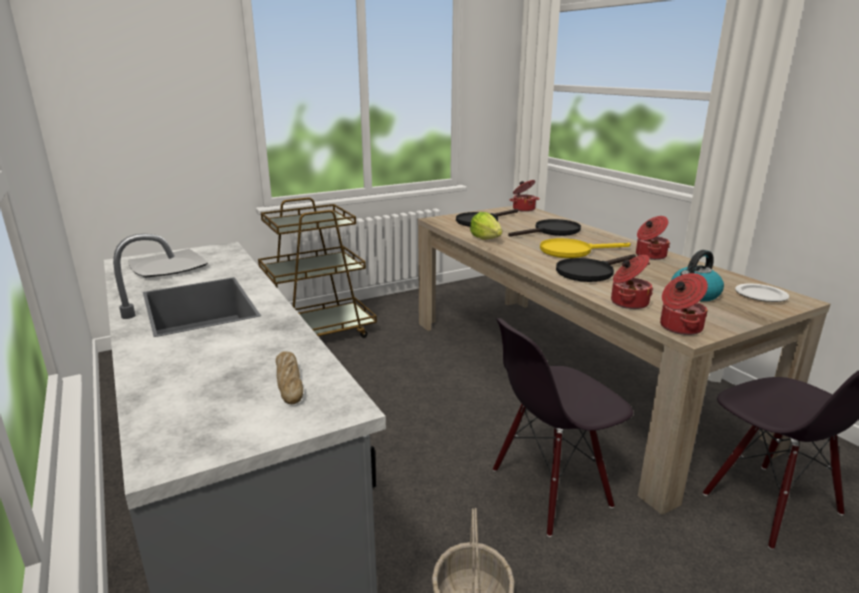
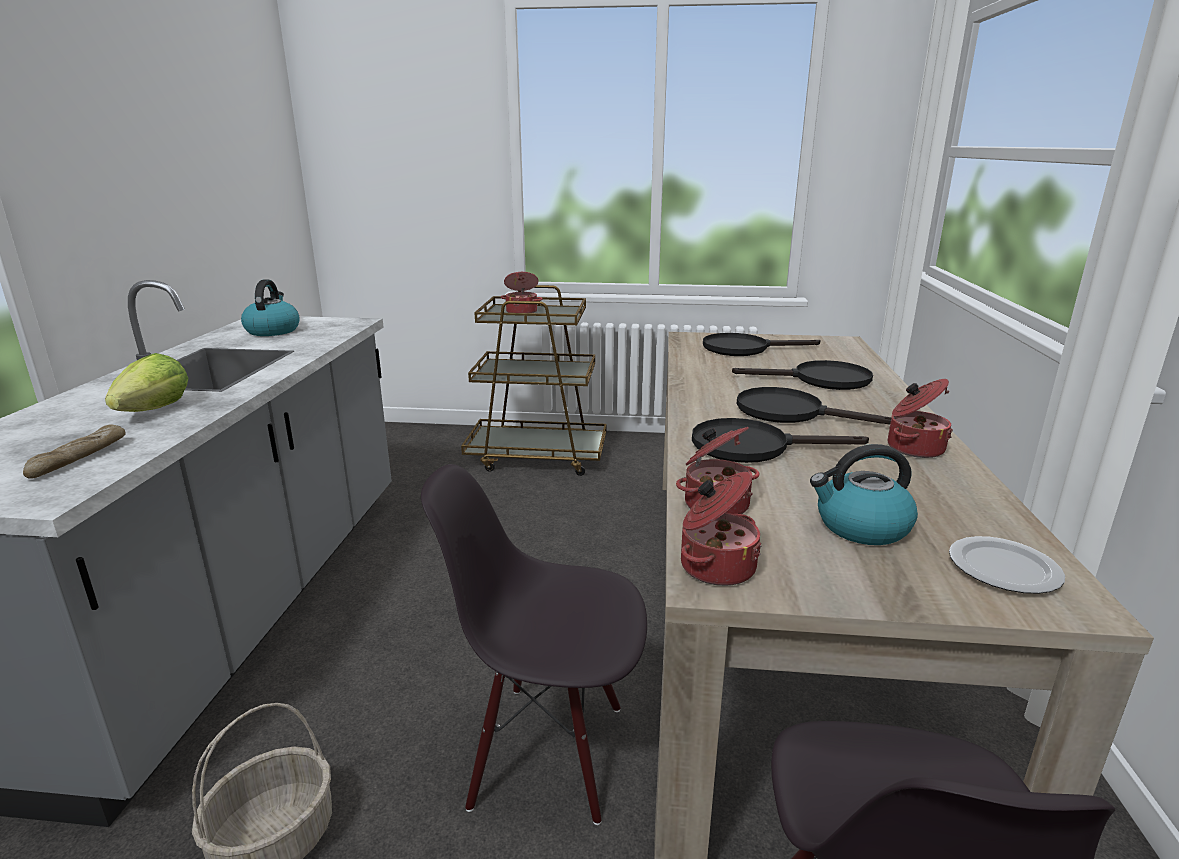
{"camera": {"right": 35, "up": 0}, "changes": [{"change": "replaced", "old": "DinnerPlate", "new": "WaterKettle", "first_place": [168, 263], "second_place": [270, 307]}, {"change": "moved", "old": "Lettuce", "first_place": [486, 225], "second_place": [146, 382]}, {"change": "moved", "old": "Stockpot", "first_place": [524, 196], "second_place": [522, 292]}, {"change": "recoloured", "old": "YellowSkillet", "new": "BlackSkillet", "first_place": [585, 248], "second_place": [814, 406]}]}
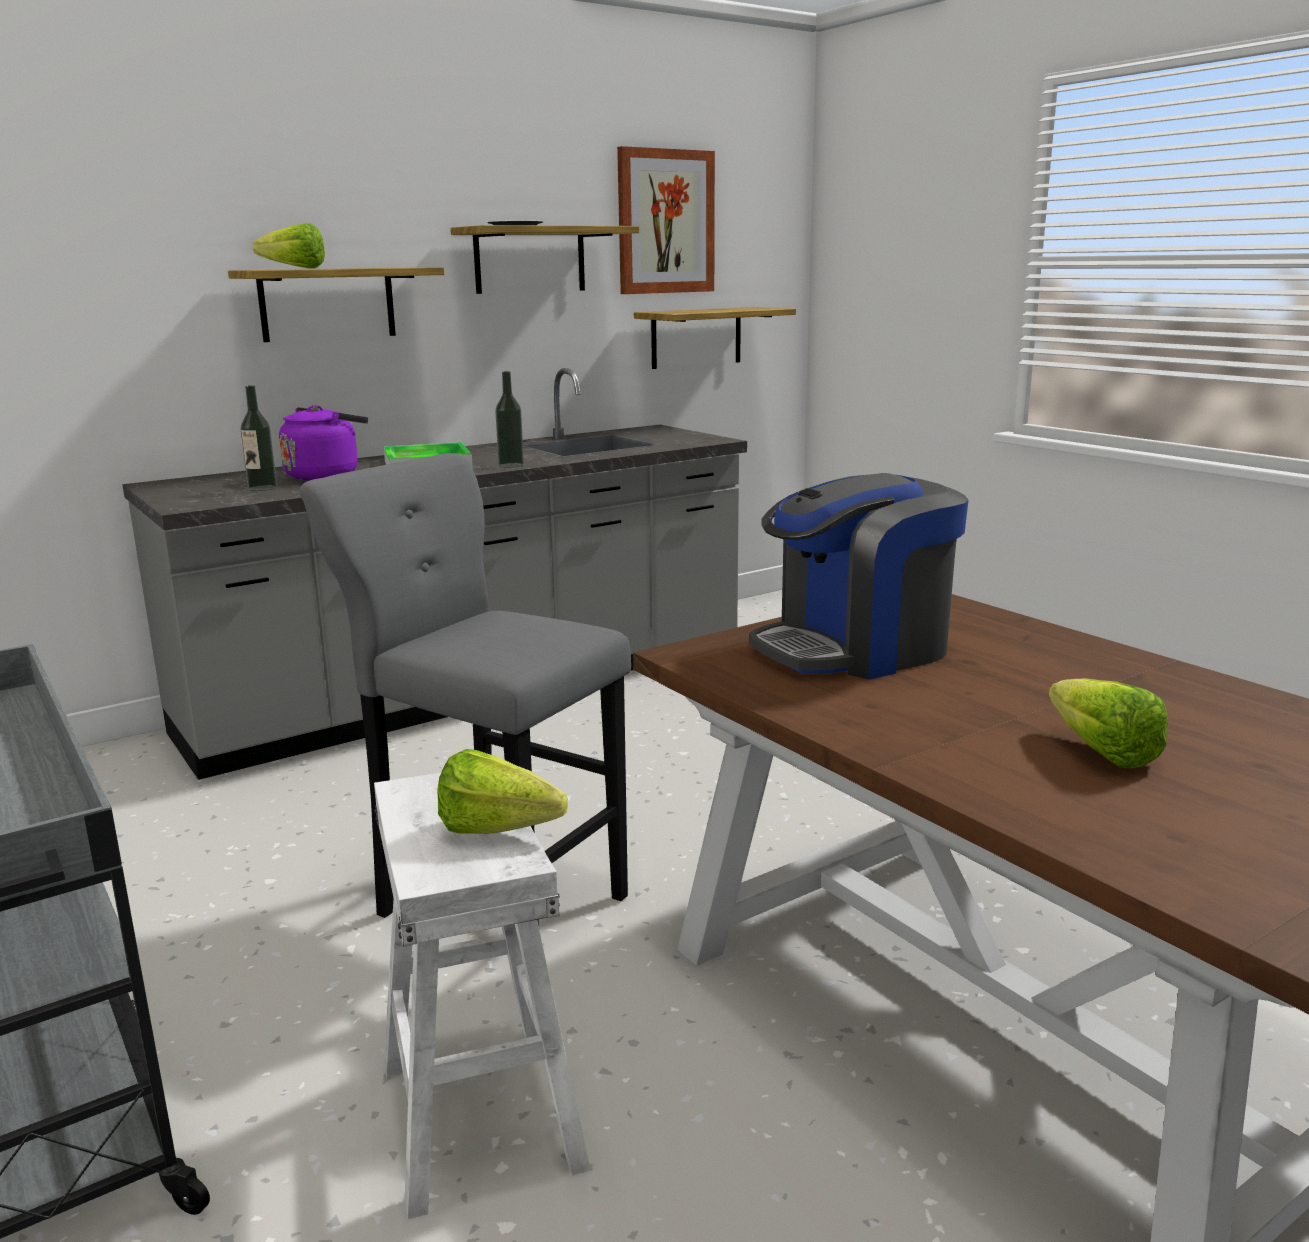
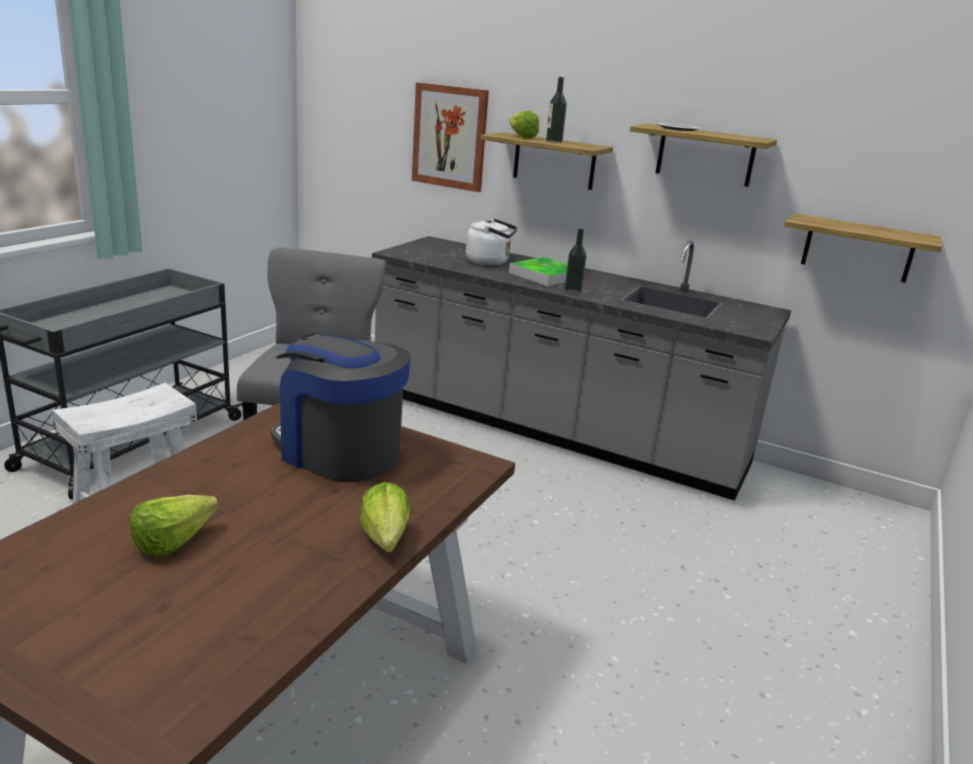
{"camera": {"right": 60, "up": 5}, "changes": [{"change": "moved", "old": "DrinkBottle", "first_place": [259, 438], "second_place": [556, 110]}, {"change": "recoloured", "old": "PurpleWaterKettle", "new": "WhitishWaterKettle", "first_place": [323, 443], "second_place": [491, 242]}, {"change": "moved", "old": "Lettuce", "first_place": [502, 791], "second_place": [384, 517]}, {"change": "moved", "old": "WallArt", "first_place": [666, 220], "second_place": [450, 137]}]}
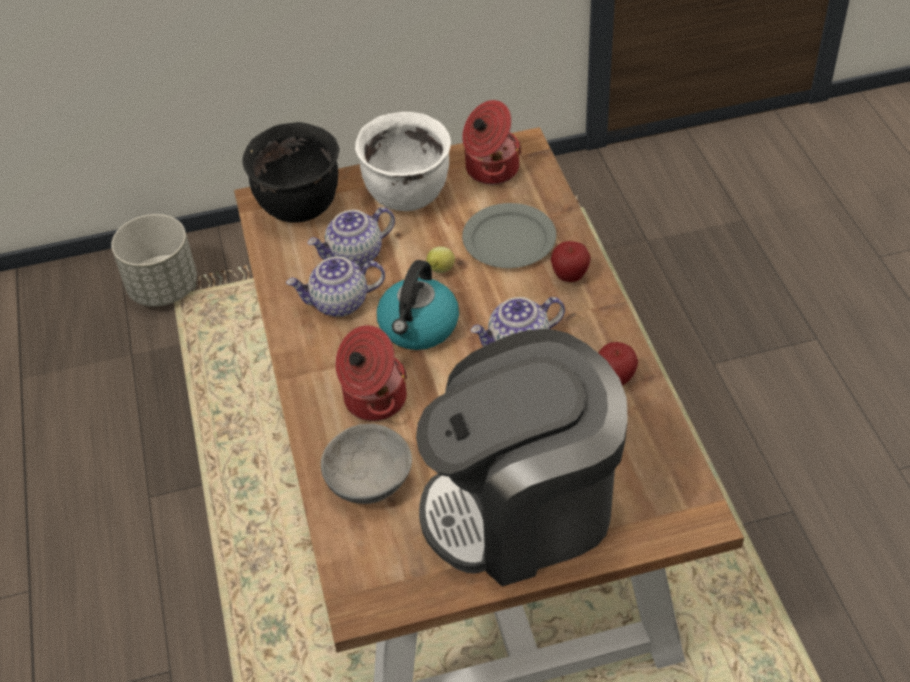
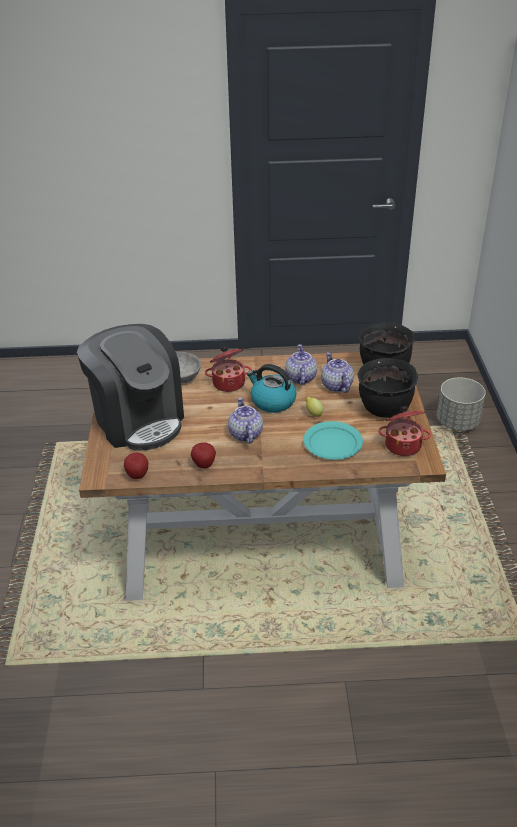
{"camera": {"right": 100, "up": -10}, "changes": [{"change": "recoloured", "old": "WhitishStockpot", "new": "BlackStockpot", "first_place": [403, 161], "second_place": [388, 388]}, {"change": "turned", "old": "CoffeeMaker", "first_place": [522, 458], "second_place": [130, 387], "degrees": 150}, {"change": "recoloured", "old": "GreyDinnerPlate", "new": "TurquoiseColouredDinnerPlate", "first_place": [509, 235], "second_place": [333, 440]}, {"change": "moved", "old": "Apple", "first_place": [571, 261], "second_place": [136, 466]}]}
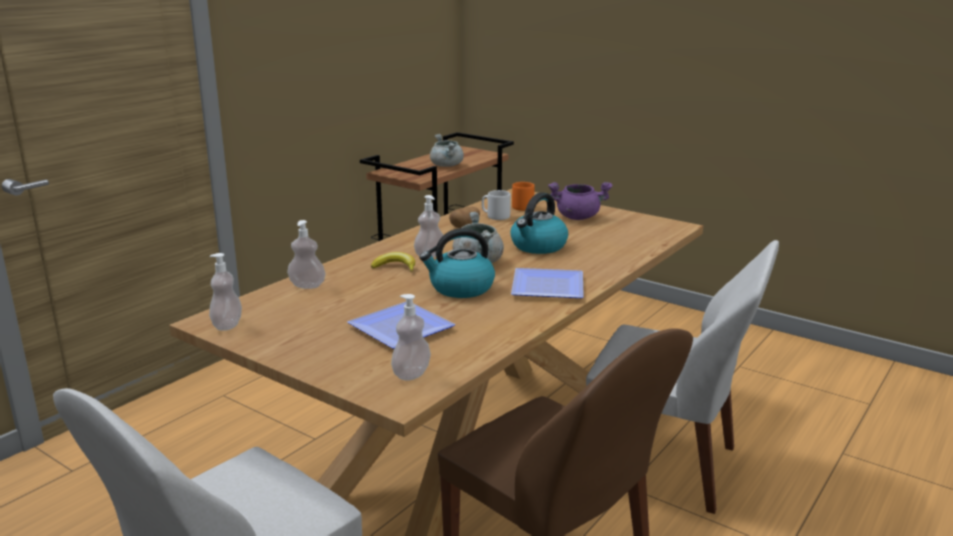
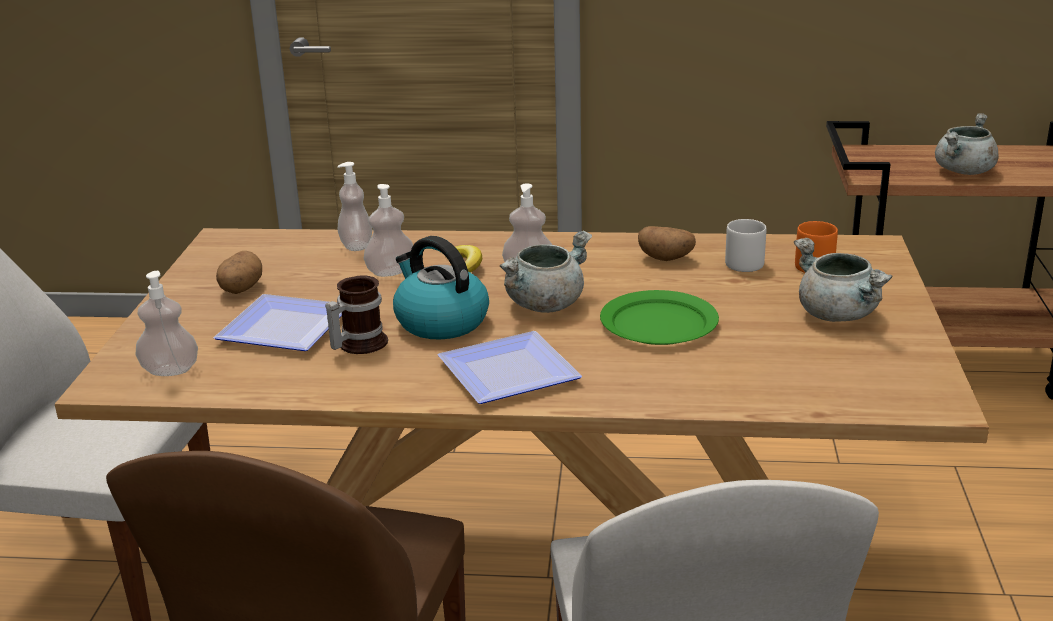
{"camera": {"right": 60, "up": 5}, "changes": [{"change": "moved", "old": "SoapBottle", "first_place": [225, 292], "second_place": [388, 230]}, {"change": "replaced", "old": "WaterKettle", "new": "GreenDinnerPlate", "first_place": [539, 223], "second_place": [659, 317]}, {"change": "recoloured", "old": "PurpleStockpot", "new": "GreyStockpot", "first_place": [580, 201], "second_place": [843, 280]}, {"change": "added", "new": "WholePotato", "second_place": [239, 272]}, {"change": "added", "new": "CoffeeMug", "second_place": [356, 315]}]}
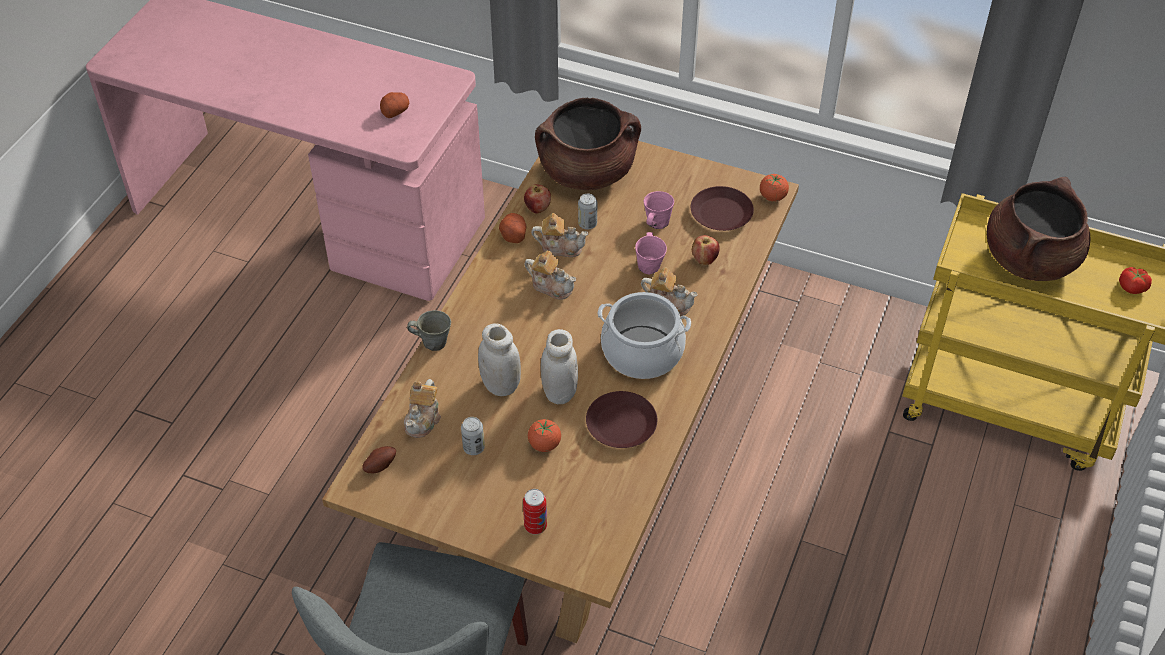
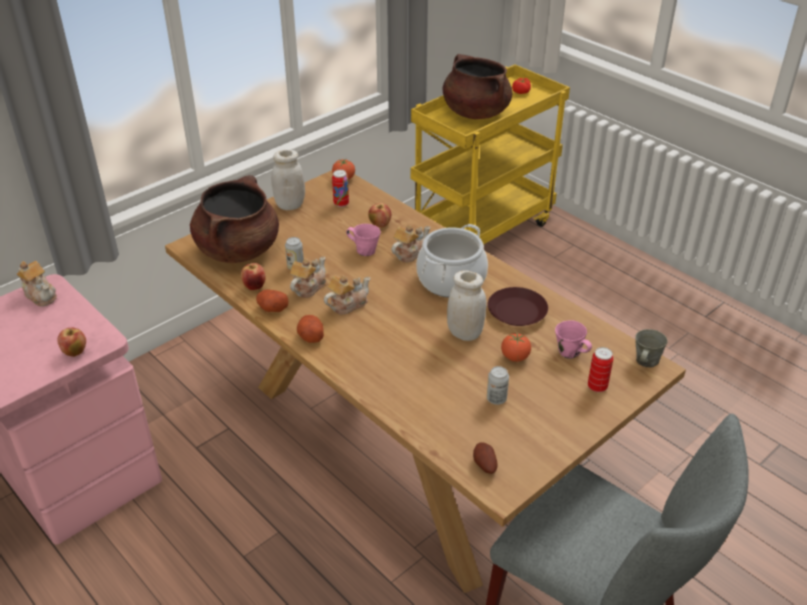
{"camera": {"right": -65, "up": -10}, "changes": [{"change": "moved", "old": "WholePotato", "first_place": [394, 105], "second_place": [310, 329]}, {"change": "moved", "old": "TeaPot", "first_place": [422, 408], "second_place": [37, 284]}, {"change": "moved", "old": "GreyCoffeeMug", "first_place": [429, 330], "second_place": [651, 348]}, {"change": "moved", "old": "WhitishStorageJar", "first_place": [499, 359], "second_place": [288, 180]}, {"change": "moved", "old": "PinkCoffeeMug", "first_place": [659, 210], "second_place": [573, 339]}, {"change": "replaced", "old": "BrownishDinnerPlate", "new": "MetalCan", "first_place": [722, 208], "second_place": [340, 188]}, {"change": "added", "new": "Apple", "second_place": [71, 342]}]}
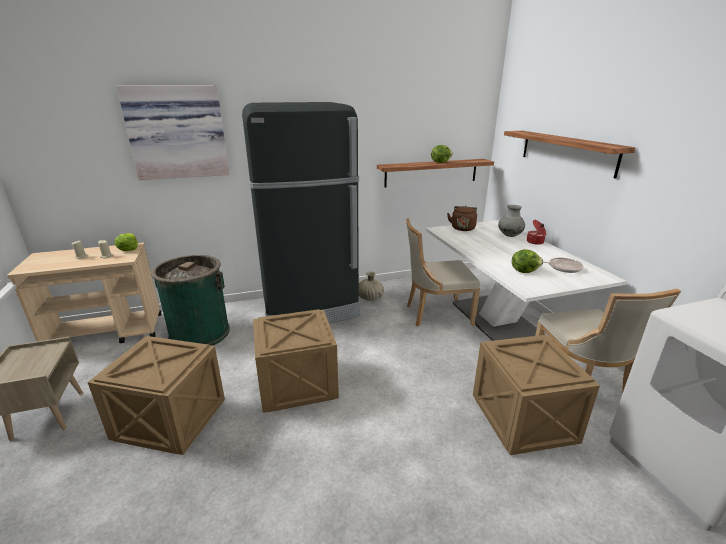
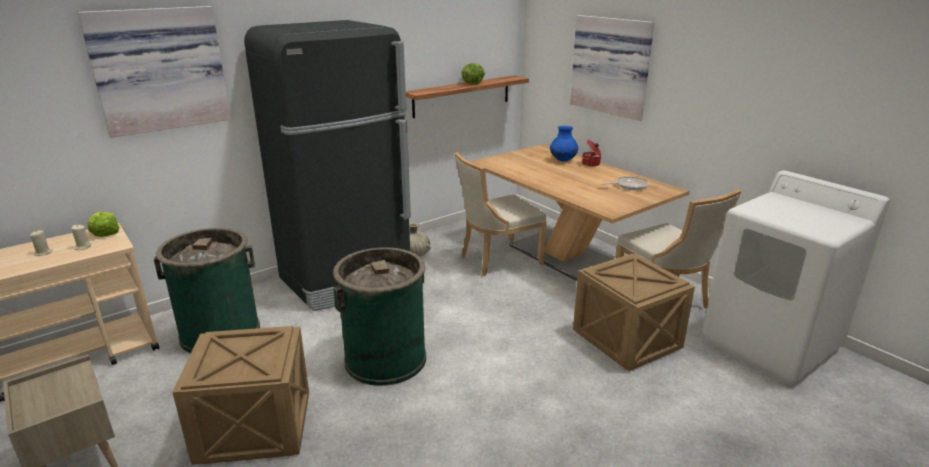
{"camera": {"right": -20, "up": 0}, "changes": [{"change": "replaced", "old": "PackingCrate", "new": "GreenWasteBin", "first_place": [296, 361], "second_place": [379, 316]}, {"change": "recoloured", "old": "WhitishDiningTable", "new": "BrownishDiningTable", "first_place": [526, 280], "second_place": [579, 212]}, {"change": "removed", "old": "BrownishWaterKettle", "first_place": [462, 218]}, {"change": "recoloured", "old": "GreyDecorativeVase", "new": "BlueColouredDecorativeVase", "first_place": [511, 221], "second_place": [564, 143]}, {"change": "replaced", "old": "WallShelf", "new": "WallArt", "first_place": [570, 155], "second_place": [612, 68]}, {"change": "removed", "old": "Lettuce", "first_place": [527, 261]}]}
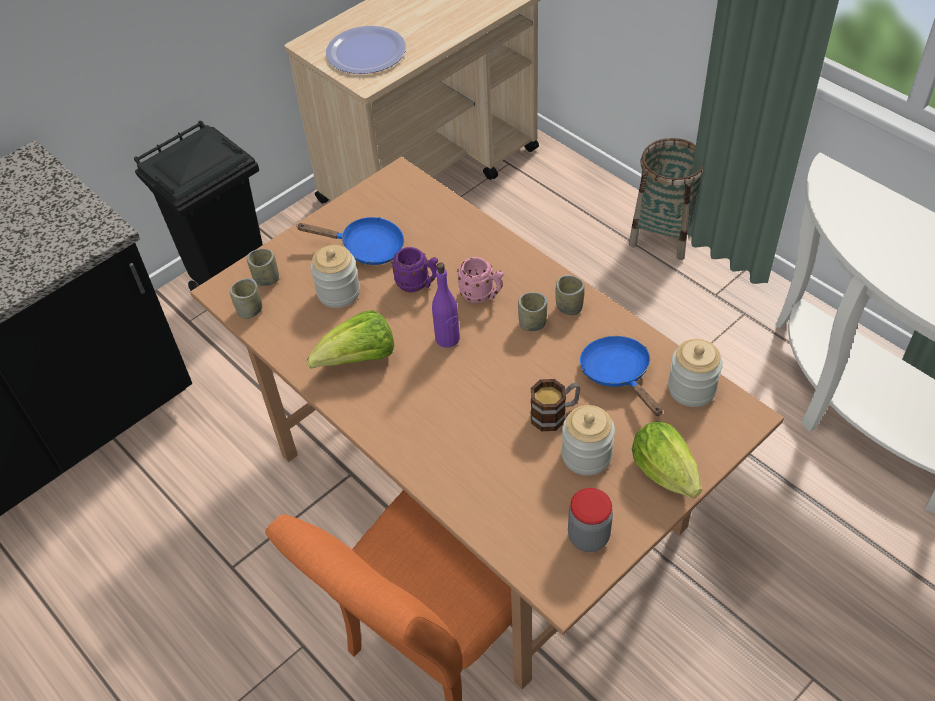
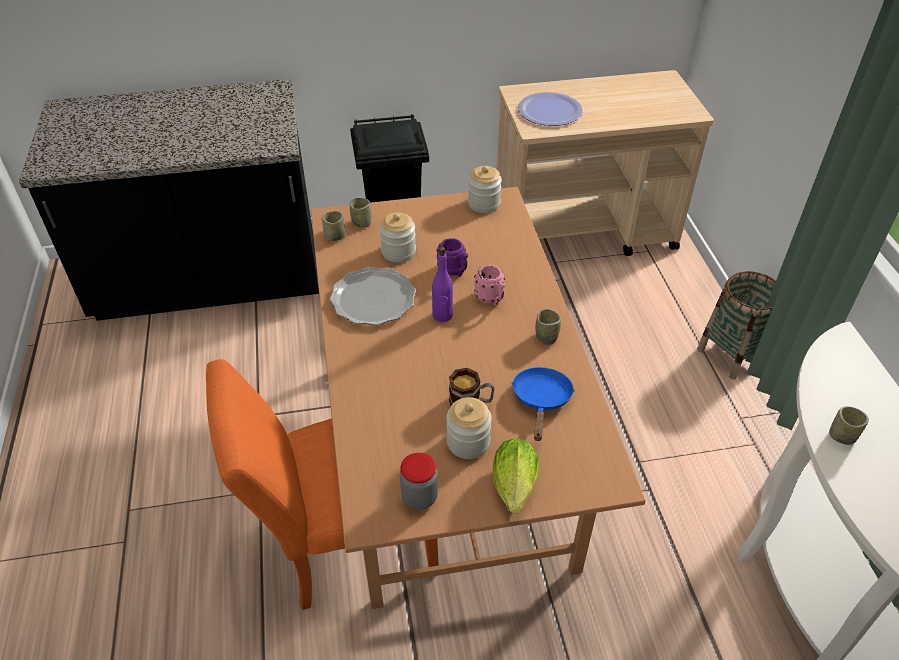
{"camera": {"right": 30, "up": -5}, "changes": [{"change": "removed", "old": "BlueColouredSkillet", "first_place": [350, 241]}, {"change": "replaced", "old": "Lettuce", "new": "DinnerPlate", "first_place": [350, 339], "second_place": [373, 296]}, {"change": "moved", "old": "DrinkingCup", "first_place": [532, 311], "second_place": [849, 425]}, {"change": "moved", "old": "StorageJar", "first_place": [695, 373], "second_place": [485, 189]}]}
